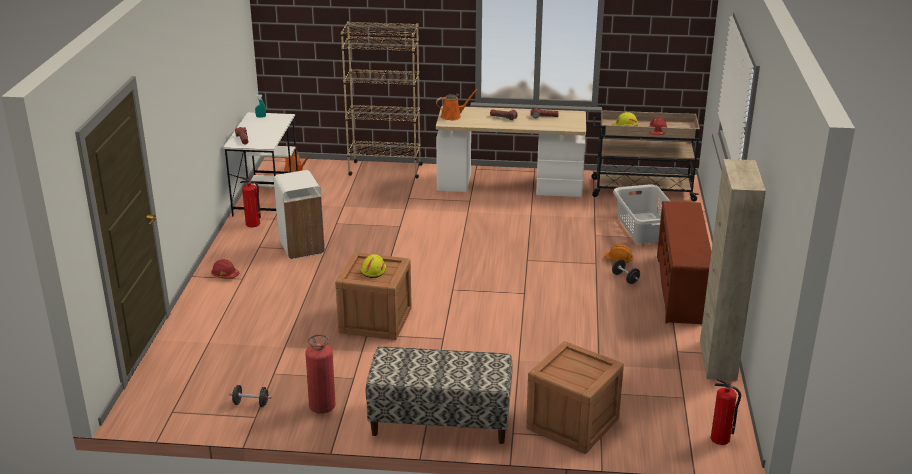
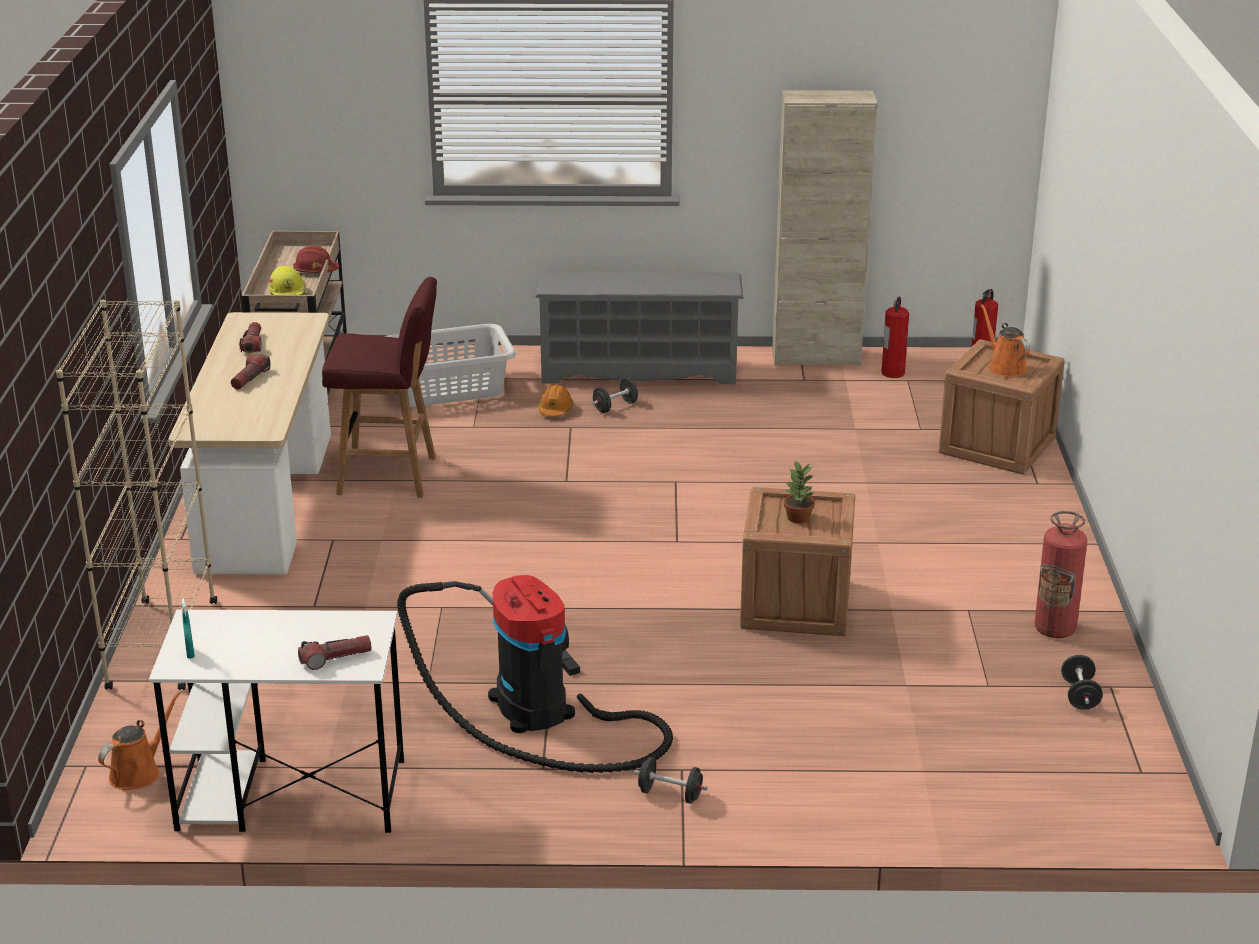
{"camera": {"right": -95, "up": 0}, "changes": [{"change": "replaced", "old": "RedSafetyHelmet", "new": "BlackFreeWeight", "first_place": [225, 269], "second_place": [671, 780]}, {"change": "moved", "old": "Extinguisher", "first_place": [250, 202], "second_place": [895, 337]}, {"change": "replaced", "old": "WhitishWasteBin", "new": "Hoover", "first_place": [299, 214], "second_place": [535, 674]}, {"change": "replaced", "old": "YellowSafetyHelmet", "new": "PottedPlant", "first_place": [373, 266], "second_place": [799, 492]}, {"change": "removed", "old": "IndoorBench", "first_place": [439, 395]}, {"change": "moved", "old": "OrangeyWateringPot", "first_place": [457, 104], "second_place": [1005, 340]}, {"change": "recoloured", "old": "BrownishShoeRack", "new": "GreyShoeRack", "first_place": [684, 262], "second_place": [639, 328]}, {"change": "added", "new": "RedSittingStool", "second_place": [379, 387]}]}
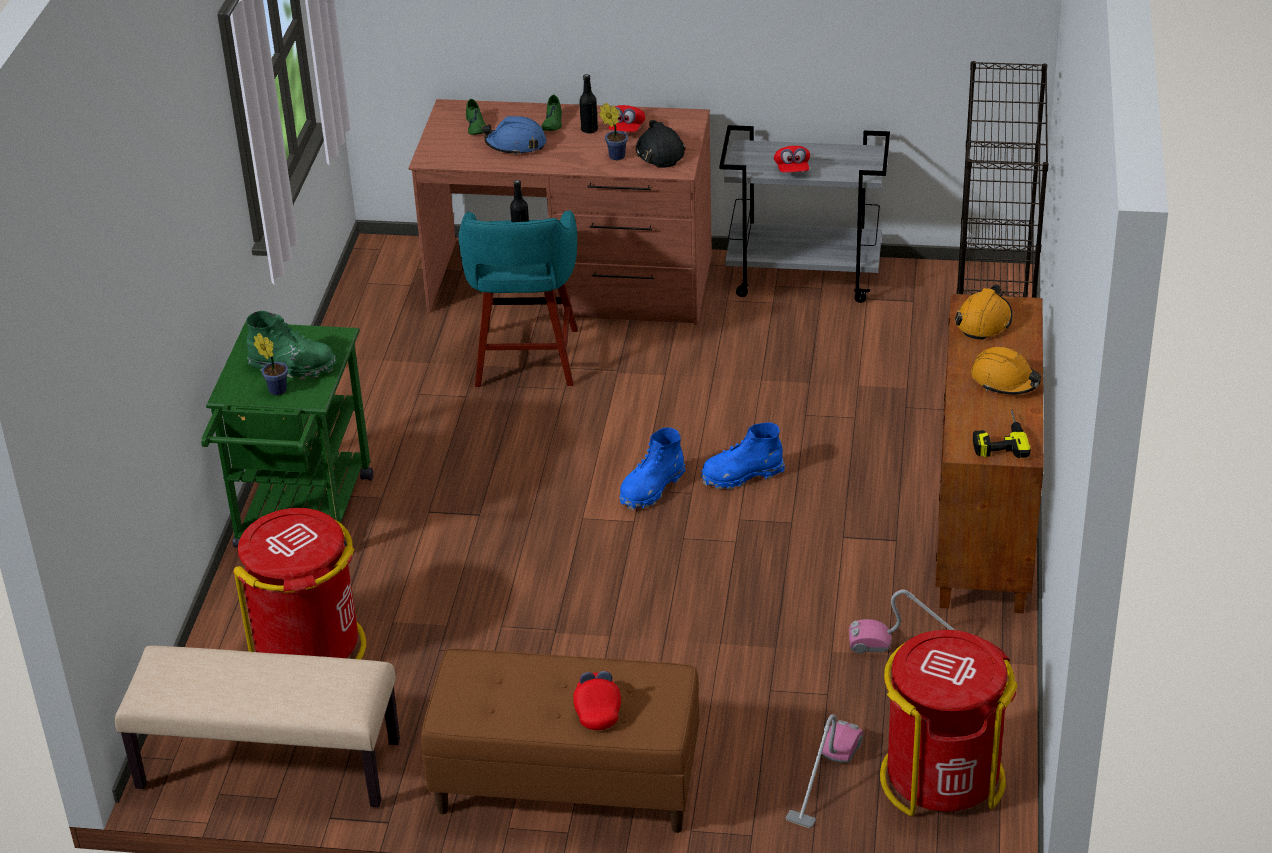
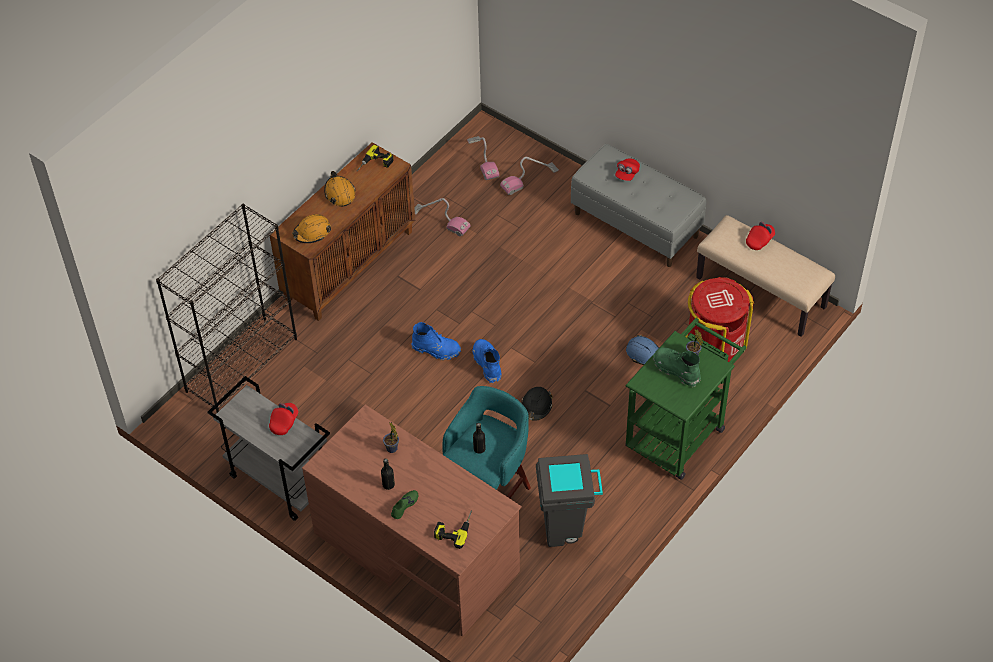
{"camera": {"right": -150, "up": 15}, "changes": [{"change": "recoloured", "old": "BrownishIndoorBench", "new": "GreyIndoorBench", "first_place": [560, 740], "second_place": [638, 205]}, {"change": "replaced", "old": "GreenShoe", "new": "ElectricDrill", "first_place": [476, 117], "second_place": [453, 529]}, {"change": "moved", "old": "BlueColouredSafetyHelmet", "first_place": [514, 136], "second_place": [642, 350]}, {"change": "moved", "old": "RedBaseballCap", "first_place": [626, 118], "second_place": [760, 236]}, {"change": "turned", "old": "BlueColouredHighTopBoot", "first_place": [653, 468], "second_place": [487, 361], "degrees": -90}, {"change": "moved", "old": "BlackSafetyHelmet", "first_place": [661, 144], "second_place": [537, 404]}, {"change": "replaced", "old": "RedWasteBin", "new": "Hoover", "first_place": [949, 723], "second_place": [483, 158]}, {"change": "added", "new": "GreyWasteBin", "second_place": [569, 500]}]}
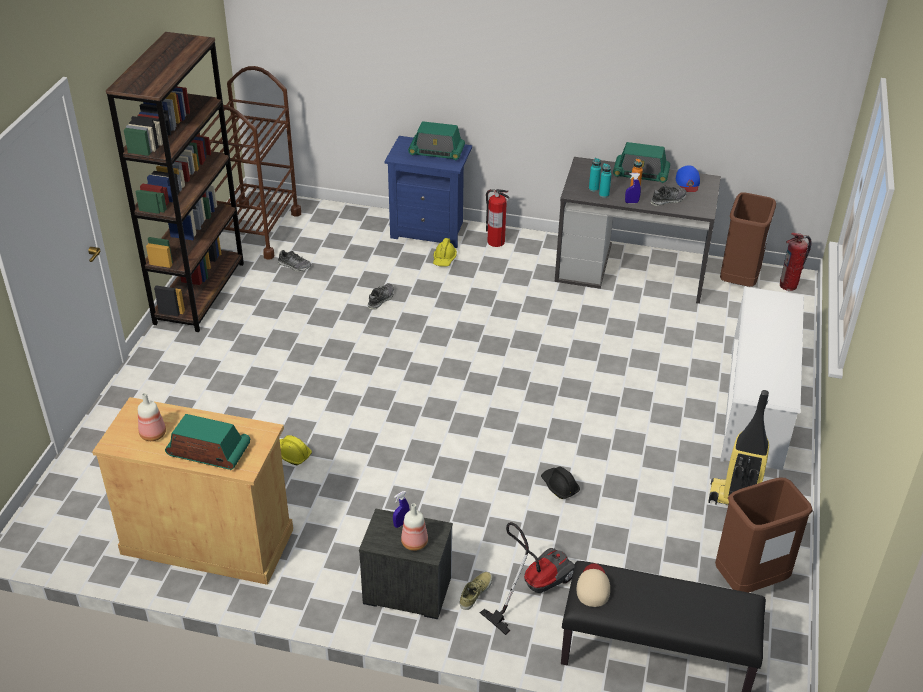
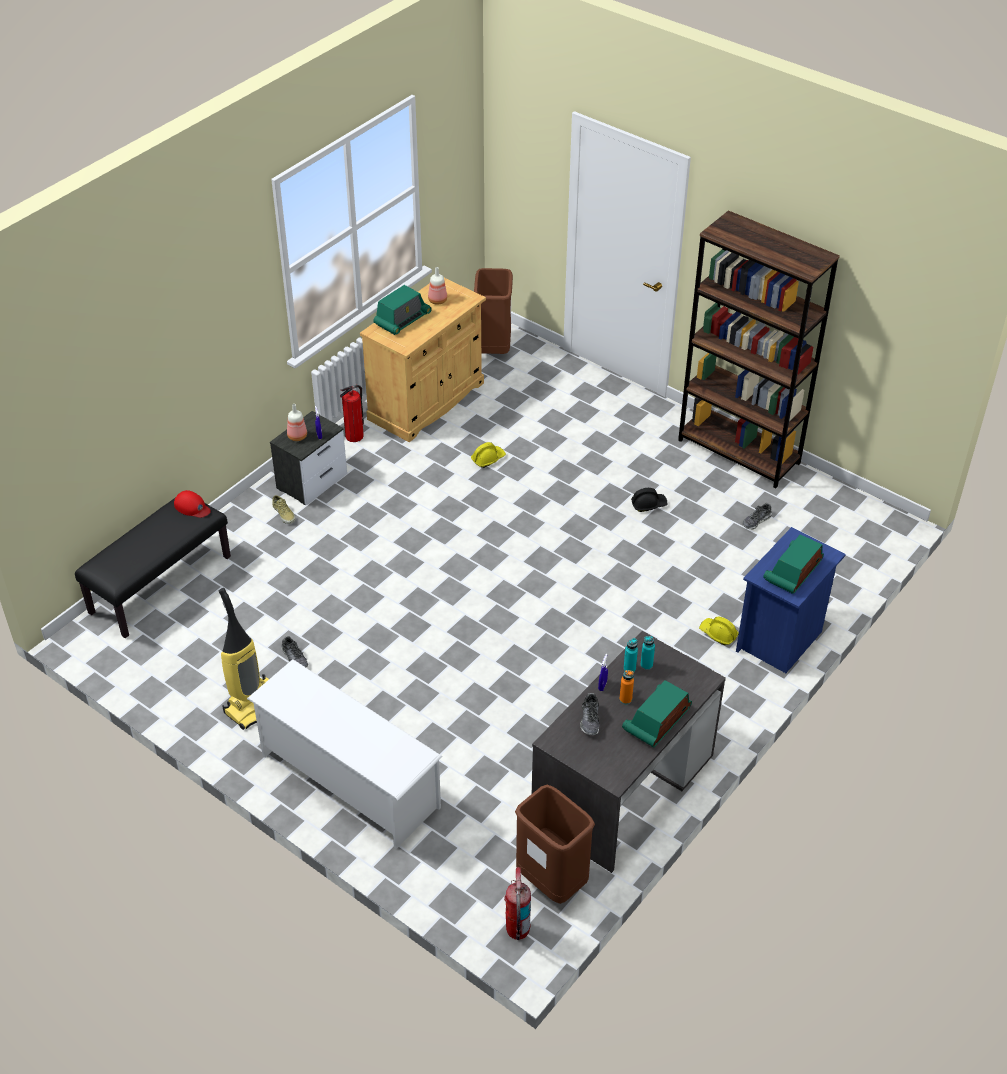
{"camera": {"right": 115, "up": 5}, "changes": [{"change": "removed", "old": "BrownishWheeledCart", "first_place": [249, 162]}, {"change": "moved", "old": "Shoe", "first_place": [381, 296], "second_place": [294, 651]}, {"change": "removed", "old": "Hoover", "first_place": [527, 578]}, {"change": "moved", "old": "Extinguisher", "first_place": [497, 218], "second_place": [352, 413]}, {"change": "moved", "old": "BlackSafetyHelmet", "first_place": [560, 483], "second_place": [649, 500]}, {"change": "recoloured", "old": "BeigeBaseballCap", "new": "RedBaseballCap", "first_place": [593, 585], "second_place": [192, 504]}, {"change": "removed", "old": "BlueColouredBaseballCap", "first_place": [688, 178]}, {"change": "moved", "old": "BrownishWasteBin", "first_place": [764, 535], "second_place": [493, 311]}]}
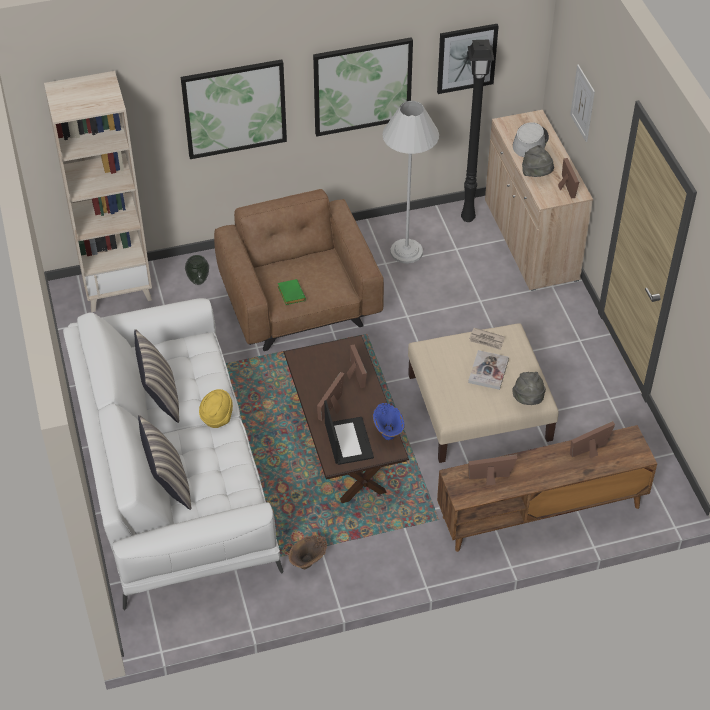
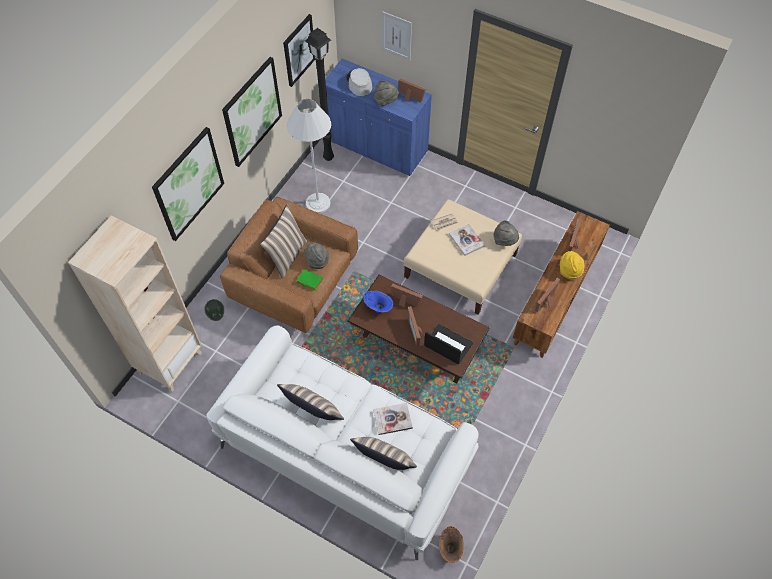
{"camera": {"right": -45, "up": 10}, "changes": [{"change": "moved", "old": "YellowHat", "first_place": [216, 408], "second_place": [572, 265]}, {"change": "moved", "old": "BrownishDecorativeVase", "first_place": [307, 552], "second_place": [451, 544]}, {"change": "moved", "old": "BlueColouredDecorativeVase", "first_place": [388, 421], "second_place": [378, 302]}, {"change": "recoloured", "old": "BeigeCupboard", "new": "BlueColouredCupboard", "first_place": [539, 200], "second_place": [378, 117]}, {"change": "added", "new": "Pillow", "second_place": [284, 242]}, {"change": "added", "new": "GreyHat", "second_place": [316, 255]}, {"change": "added", "new": "Book", "second_place": [393, 419]}]}
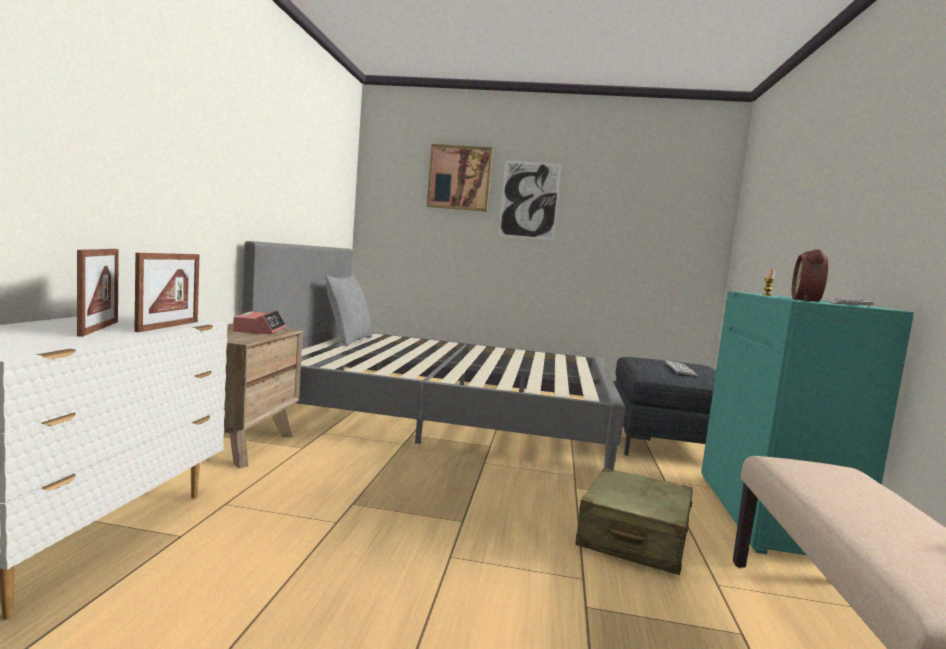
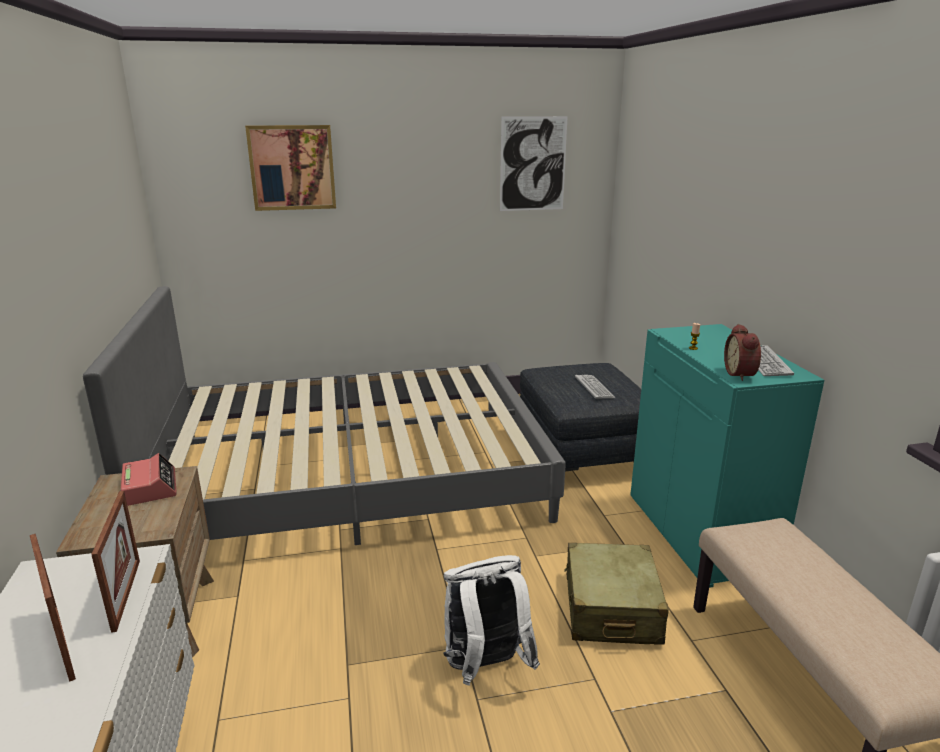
{"camera": {"right": -20, "up": 15}, "changes": [{"change": "removed", "old": "GreyPillow", "first_place": [348, 310]}, {"change": "moved", "old": "WallArt", "first_place": [530, 200], "second_place": [534, 163]}, {"change": "added", "new": "WhitishRucksack", "second_place": [491, 620]}]}
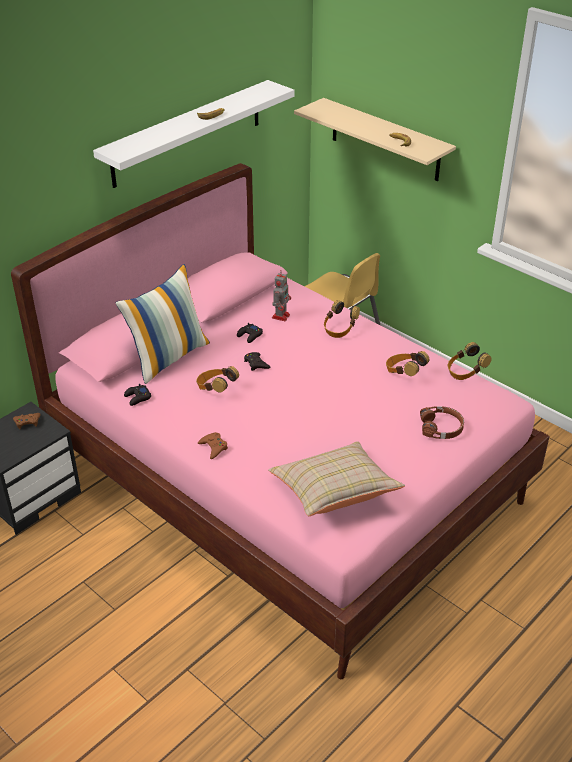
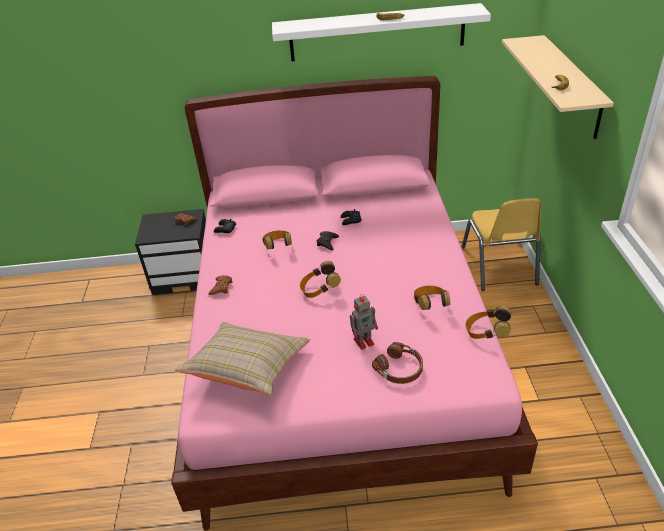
{"camera": {"right": 45, "up": 0}, "changes": [{"change": "removed", "old": "Pillow", "first_place": [163, 324]}, {"change": "moved", "old": "ToyRobot", "first_place": [281, 296], "second_place": [364, 322]}, {"change": "moved", "old": "Headset", "first_place": [342, 319], "second_place": [320, 279]}]}
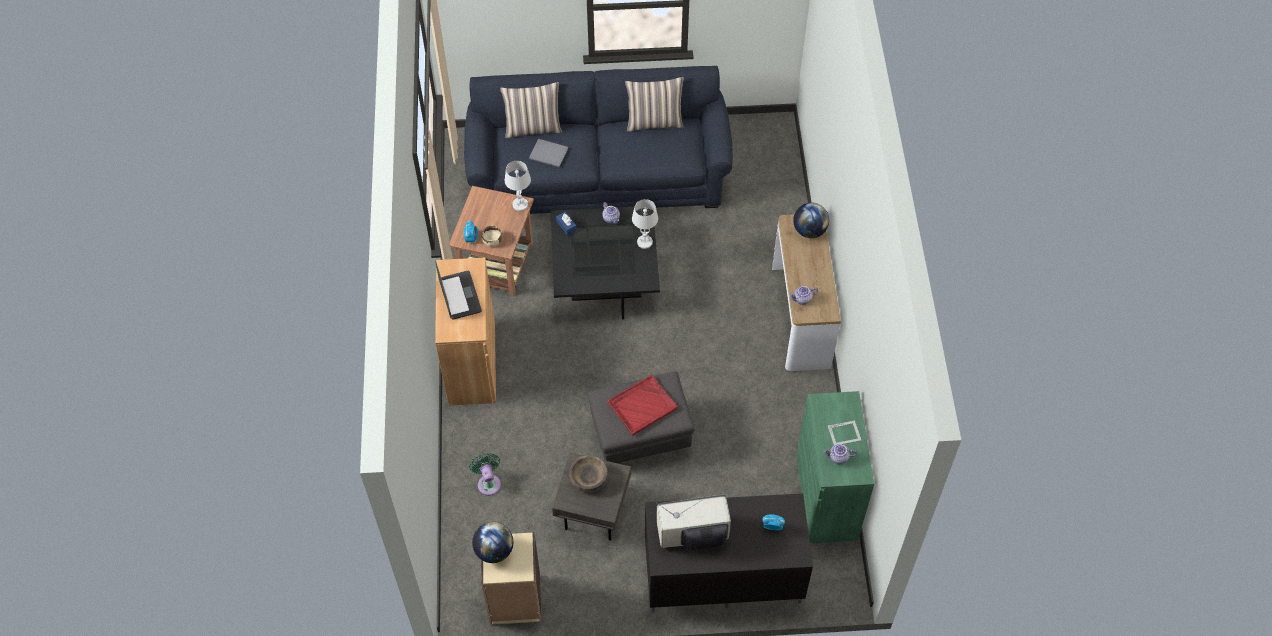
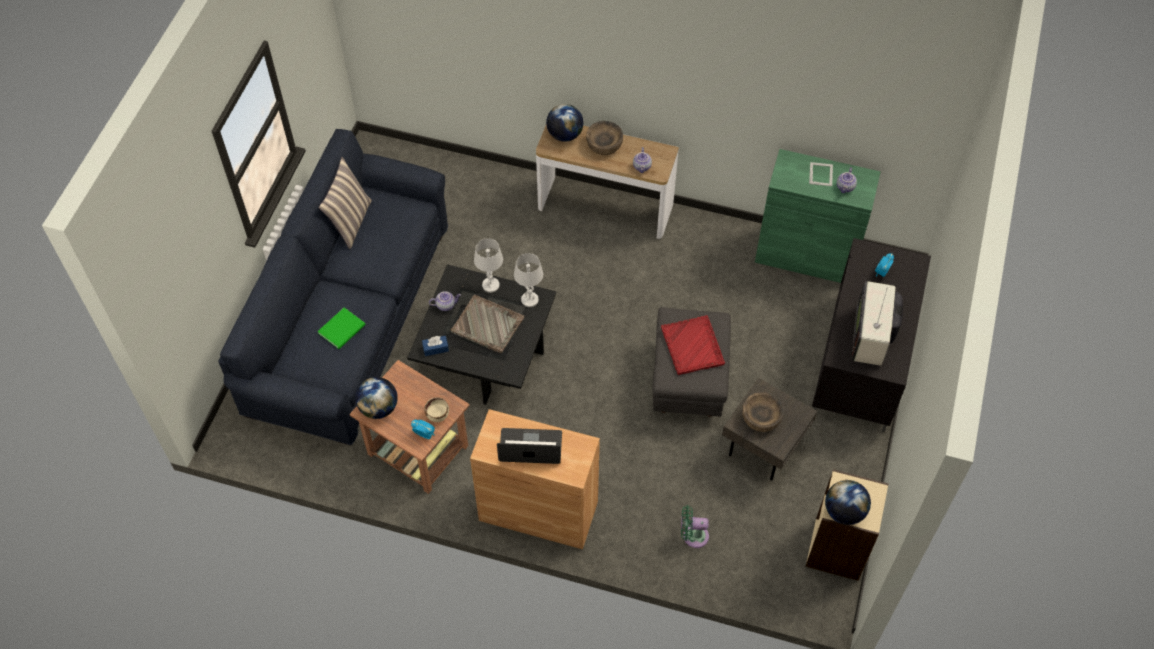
{"camera": {"right": -70, "up": 0}, "changes": [{"change": "removed", "old": "Pillow", "first_place": [531, 110]}, {"change": "moved", "old": "WhitishLampForATable", "first_place": [518, 186], "second_place": [528, 280]}, {"change": "recoloured", "old": "GreyBook", "new": "GreenBook", "first_place": [548, 153], "second_place": [342, 328]}, {"change": "added", "new": "DeskGlobe", "second_place": [376, 398]}, {"change": "added", "new": "GreyTray", "second_place": [487, 324]}, {"change": "added", "new": "BrownishDeepDish", "second_place": [604, 138]}]}
